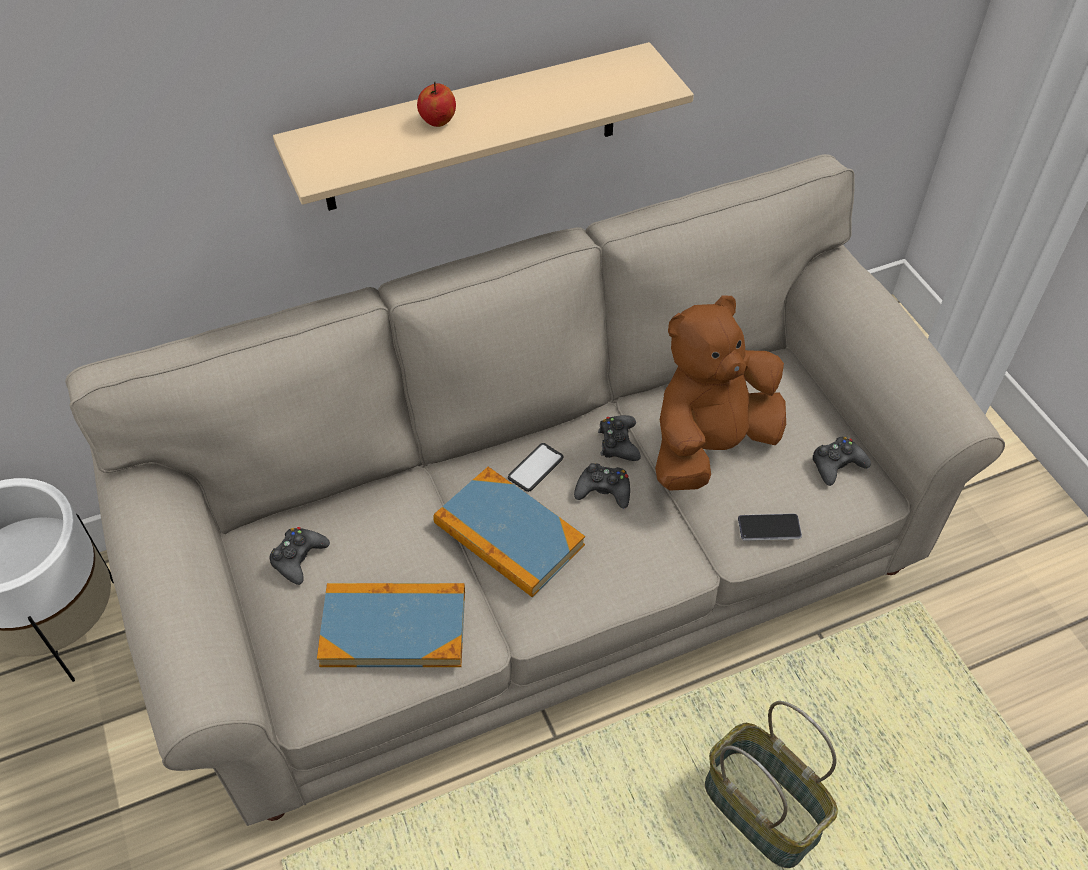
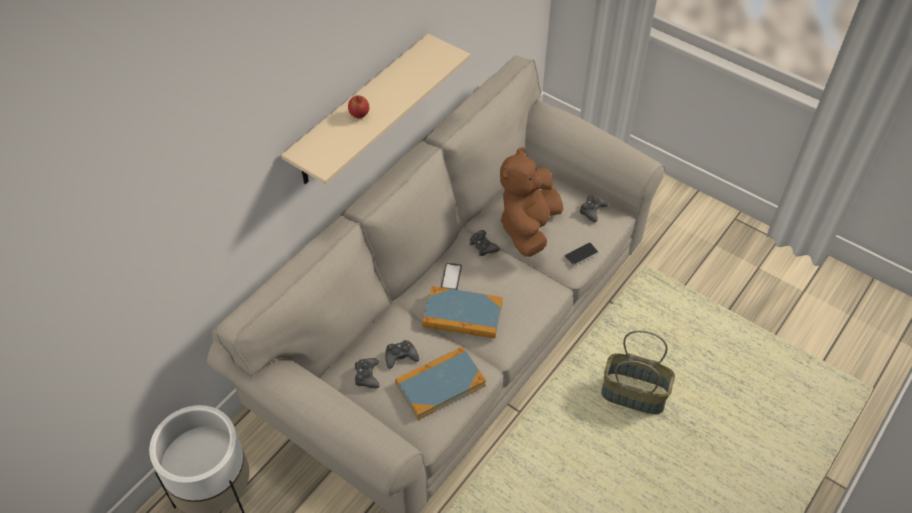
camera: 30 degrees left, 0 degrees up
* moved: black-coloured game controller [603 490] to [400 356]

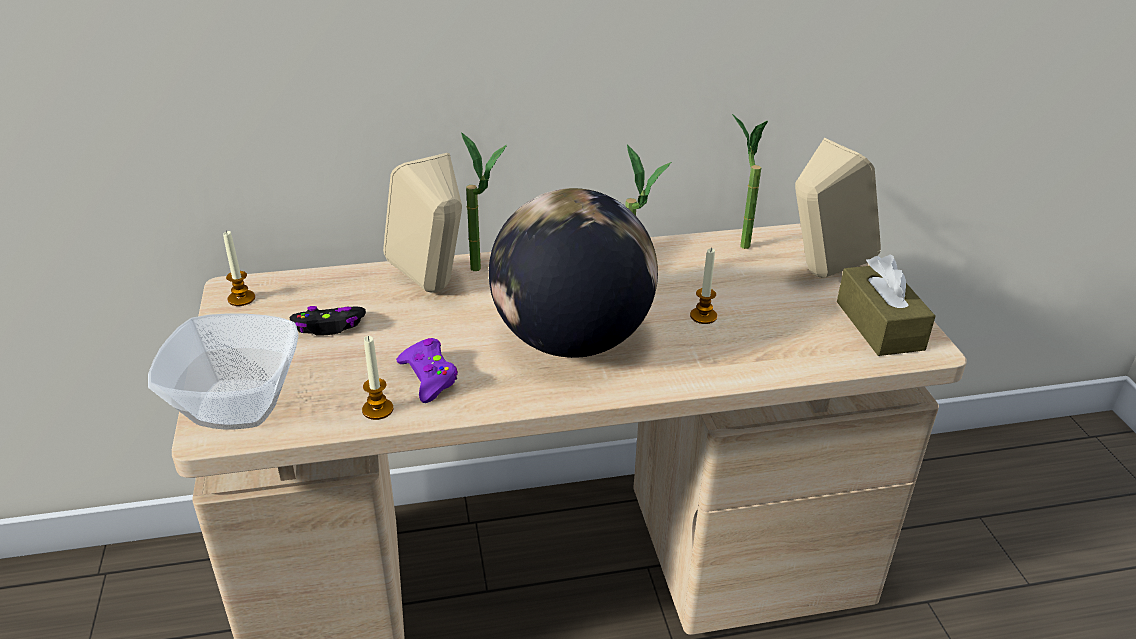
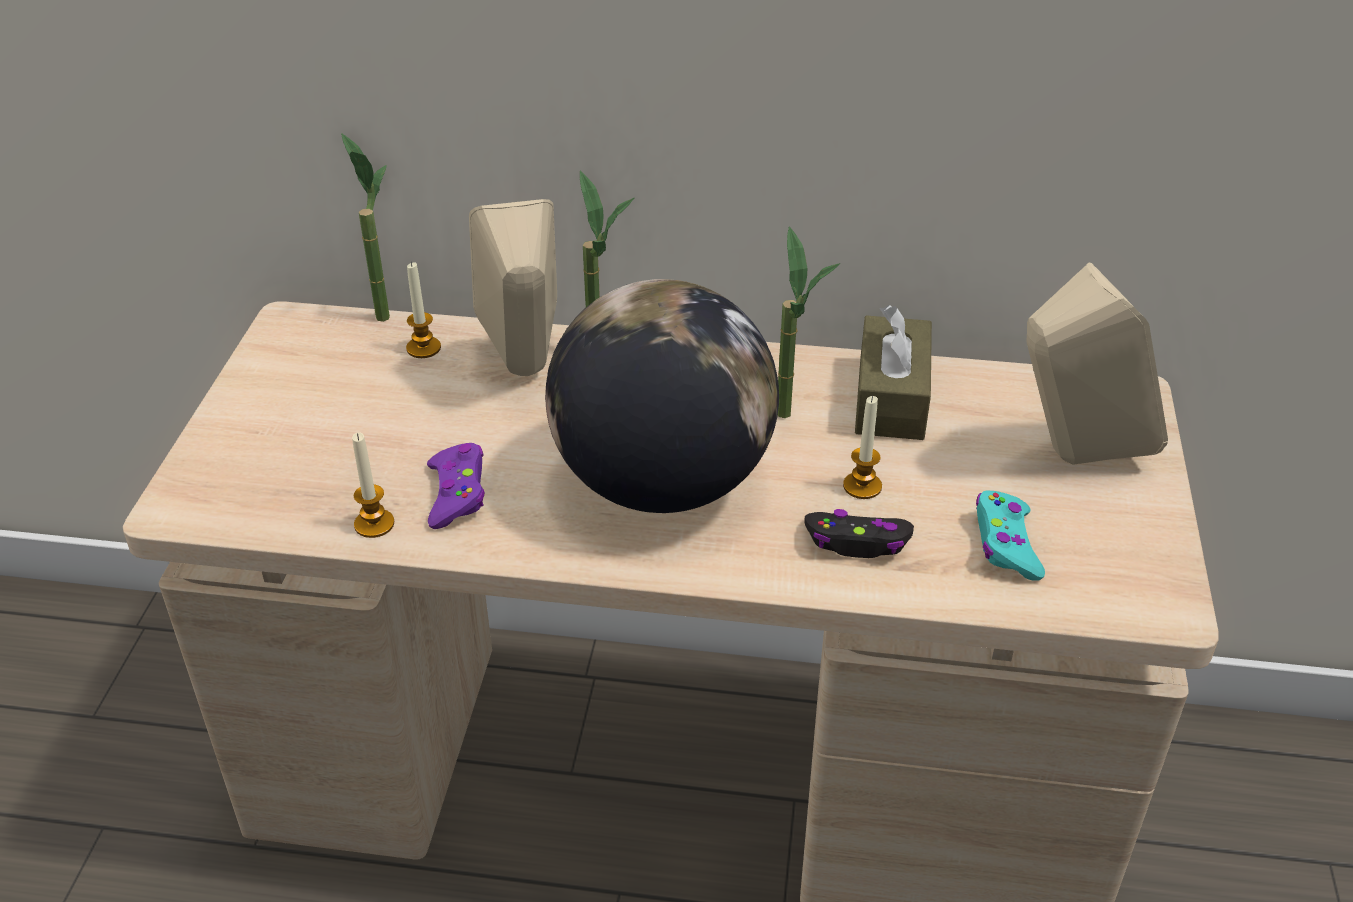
camera: 20 degrees right, 5 degrees up
* moved: houseplant [737 241] to [381 309]
* moved: wax light [241 298] to [423 348]
* moved: brown box of tissues [879 325] to [891 398]
* moved: black-coloured game controller [329 327] to [857 542]
* removed: serving bowl [235 406]
* added: turquoise game controller [1006 544]

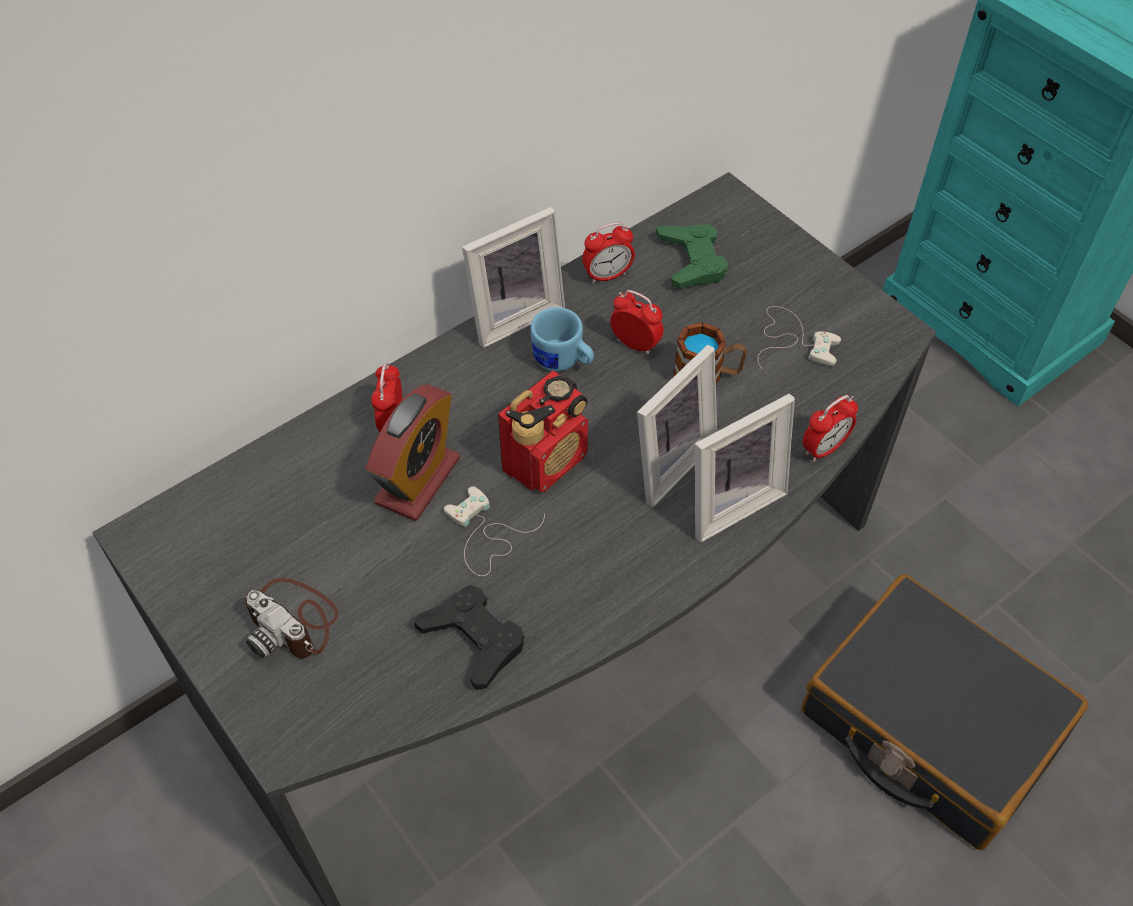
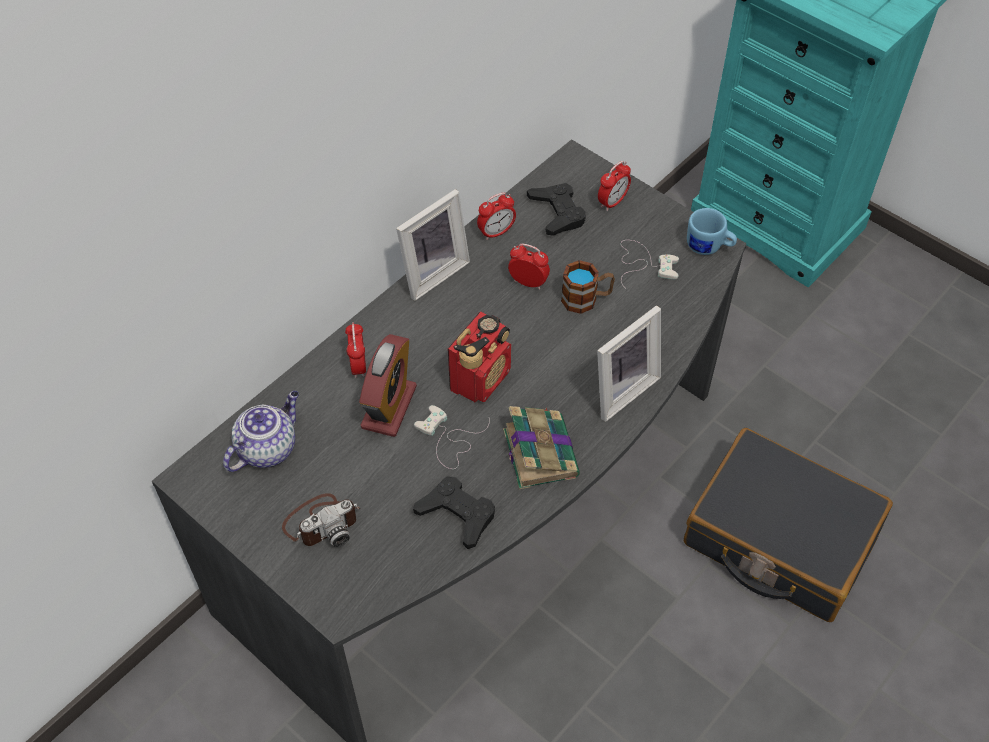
camera: 10 degrees left, 0 degrees up
* recoloured: greenish game controller [692 261] to black-coloured game controller [557 213]
* moved: blue coffee mug [563 361] to [709 247]
* removed: photo frame [666 461]
* moved: table clock [824 448] to [612 202]
* turned: photo camera [293 621] = [322 522] 60 degrees counterclockwise
* added: pot for tea [267 448]
* added: bound book [539 451]

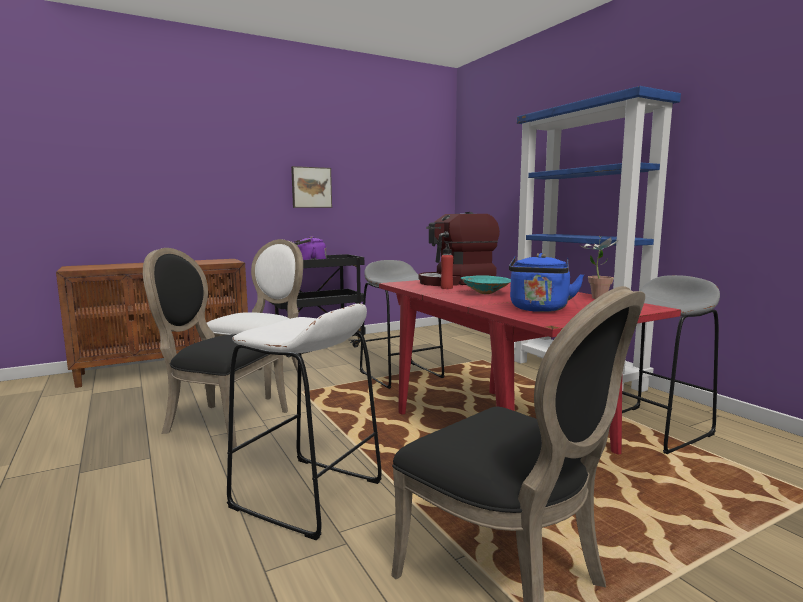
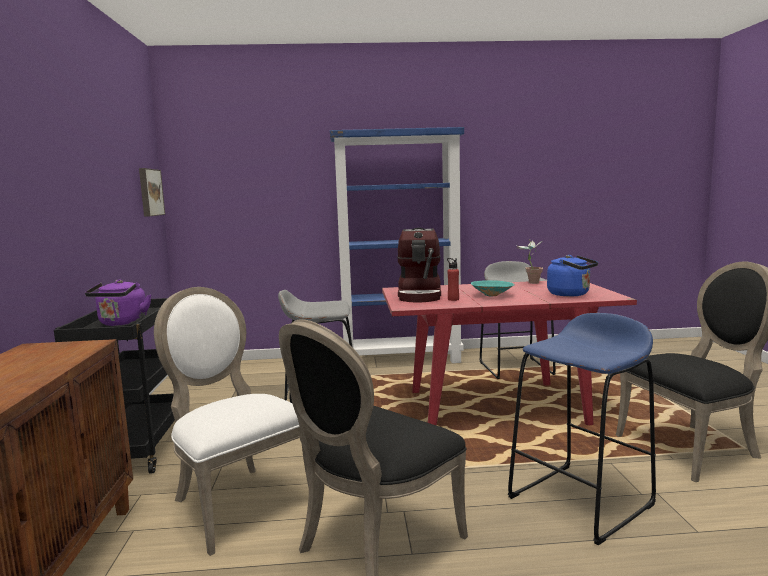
camera: 65 degrees left, 0 degrees up
* moved: picture [311 187] to [149 192]
* recoloured: whitish stool seat [307 495] to blue stool seat [581 501]

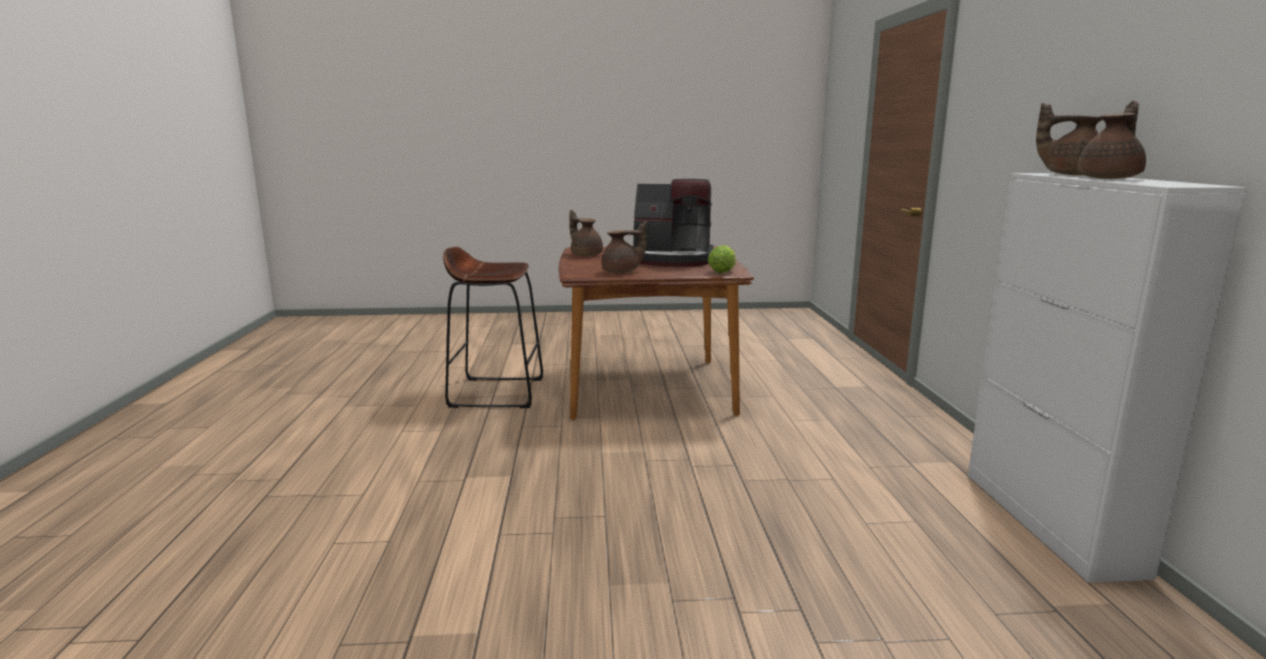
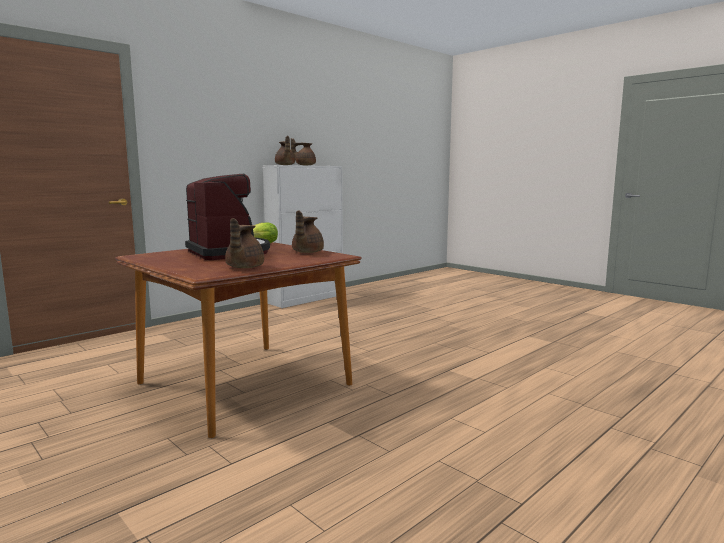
camera: 130 degrees left, 5 degrees down
* turned: brown pot for tea [622 271] = [306 252] 105 degrees counterclockwise
* removed: brown stool seat [497 392]

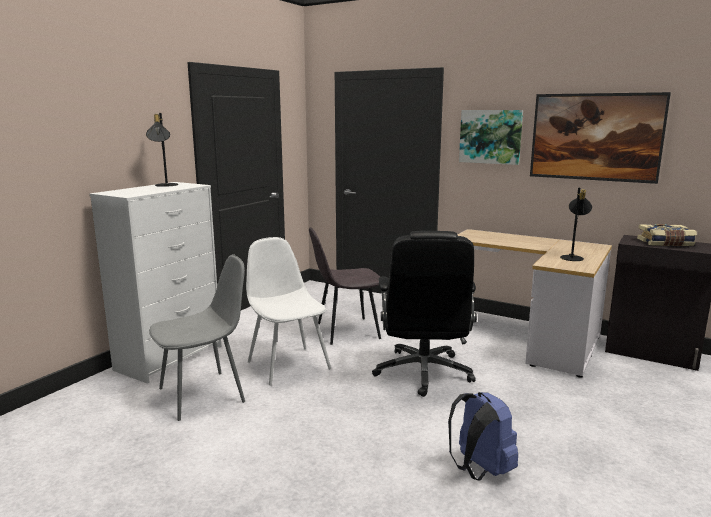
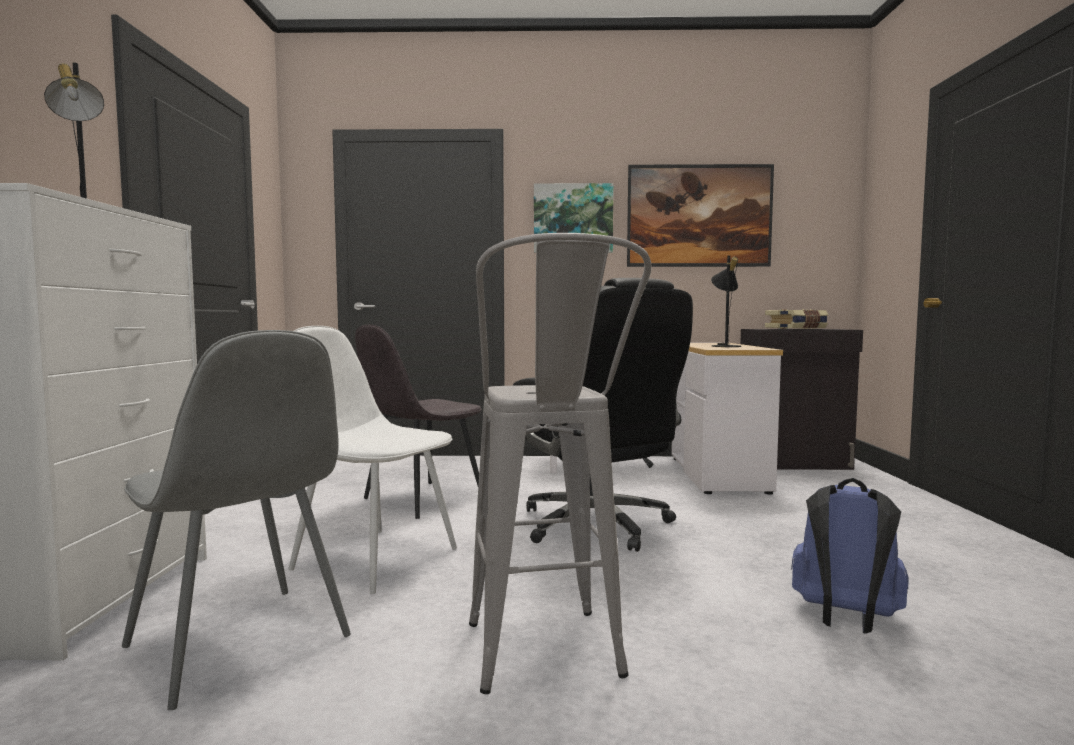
camera: 30 degrees left, 10 degrees down
* turned: grey chair [204 394] = [240 644] 105 degrees clockwise
* added: grey stool seat [548 665]

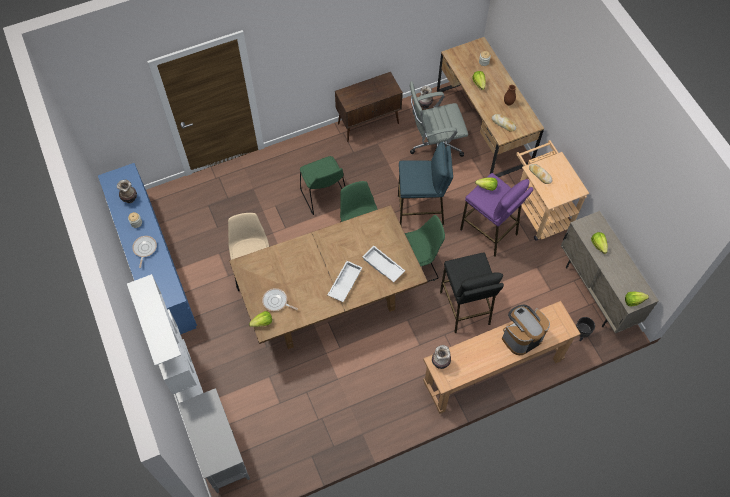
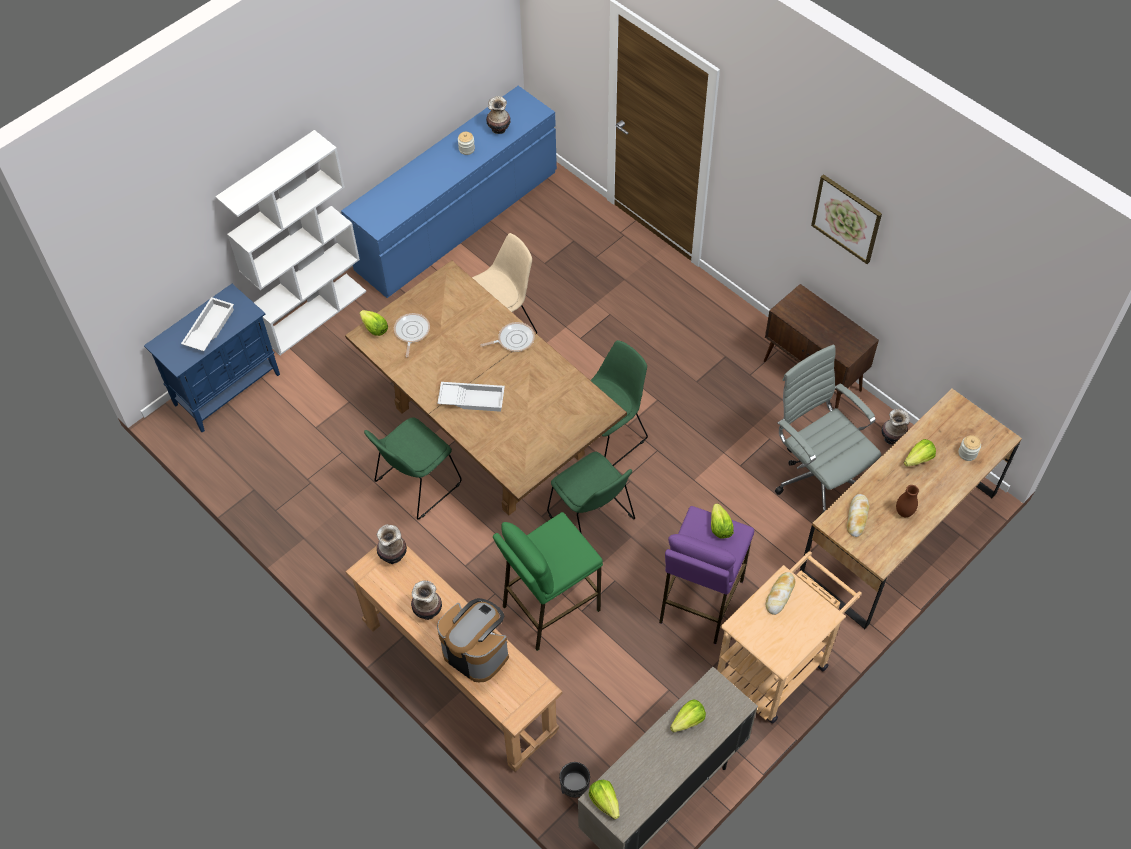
camera: 70 degrees right, 5 degrees down
* removed: blue stool seat [421 210]
* moved: greenish chair [324 196] to [416 484]
* moved: skillet [144 249] to [513 339]
* moved: whitish carrying tray [382 266] to [209 328]
* recoloured: black-coloured stool seat [465 308] to greenish stool seat [550 607]
* recoloured: grey cabinet [221 452] to blue cabinet [228 388]
* added: picture [846 218]
* added: vase [427 611]

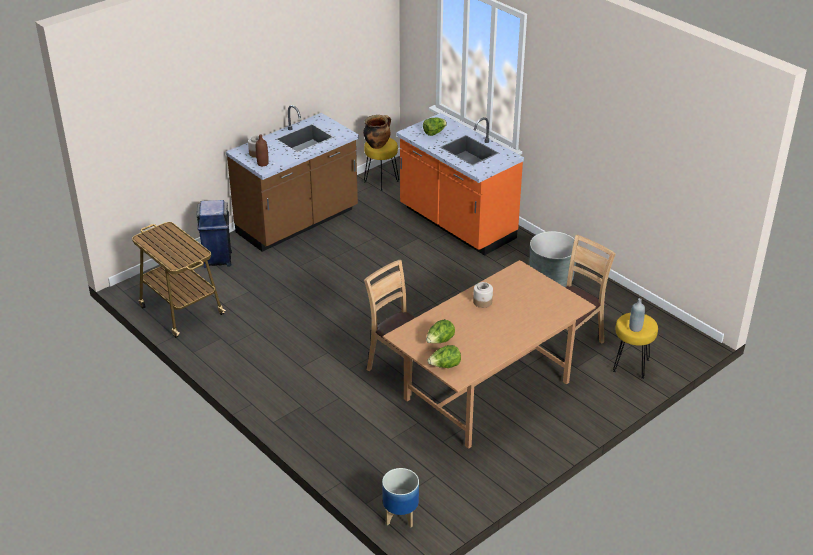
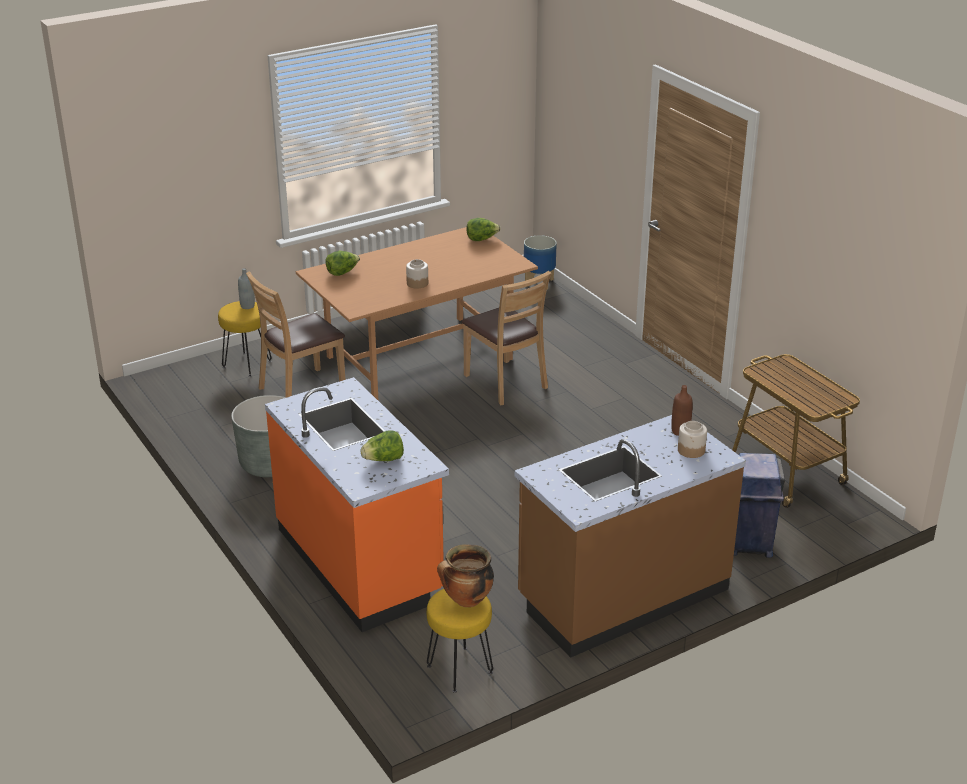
camera: 170 degrees left, 5 degrees down
* moved: lettuce [440 341] to [342 272]

